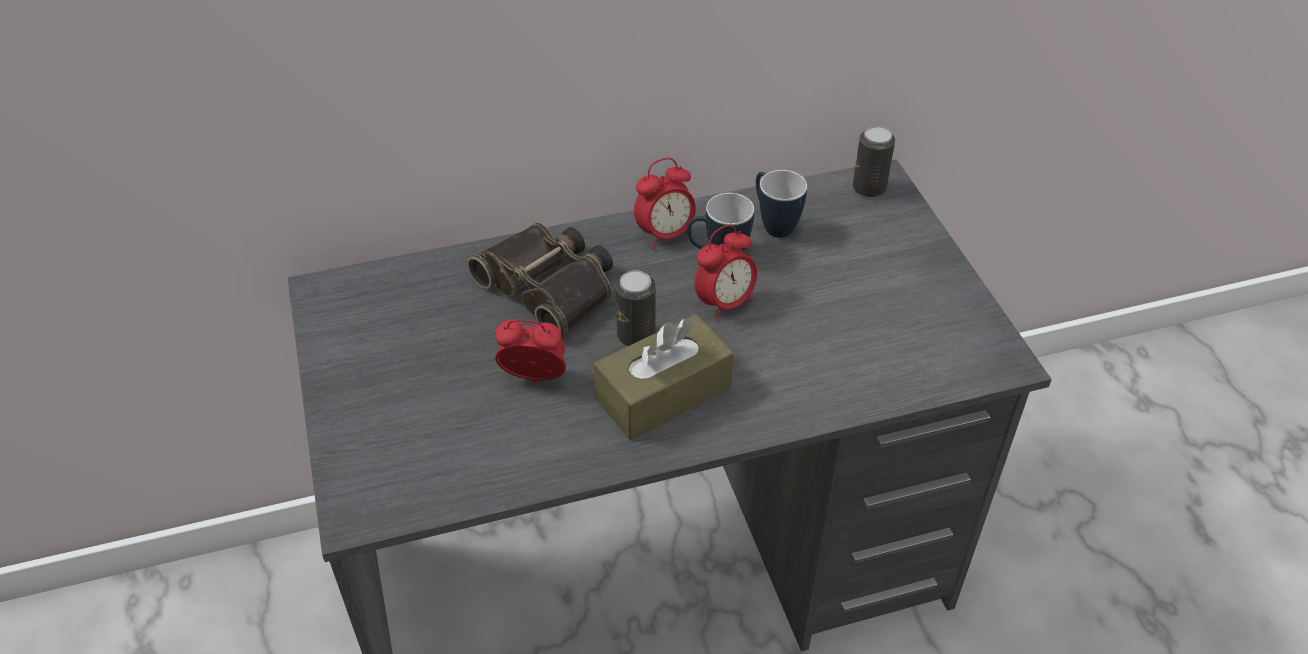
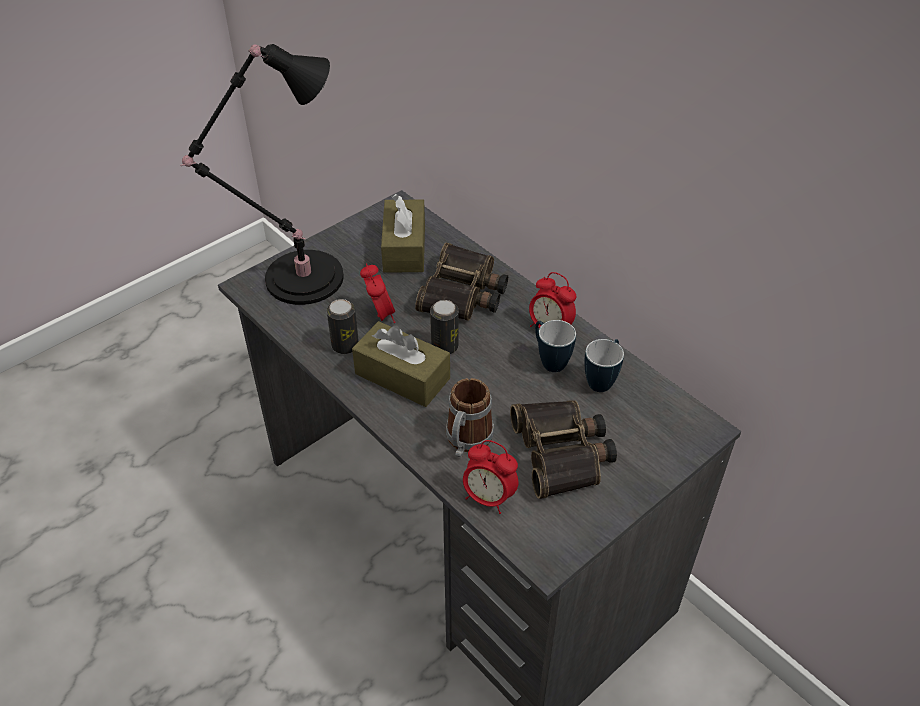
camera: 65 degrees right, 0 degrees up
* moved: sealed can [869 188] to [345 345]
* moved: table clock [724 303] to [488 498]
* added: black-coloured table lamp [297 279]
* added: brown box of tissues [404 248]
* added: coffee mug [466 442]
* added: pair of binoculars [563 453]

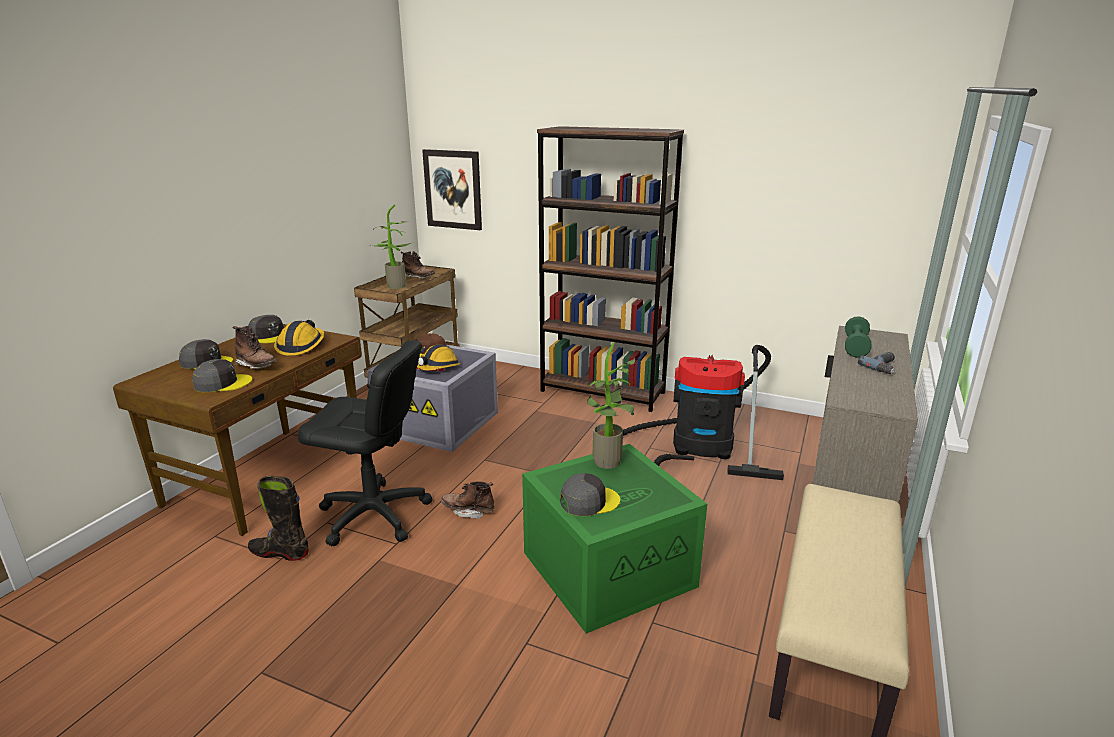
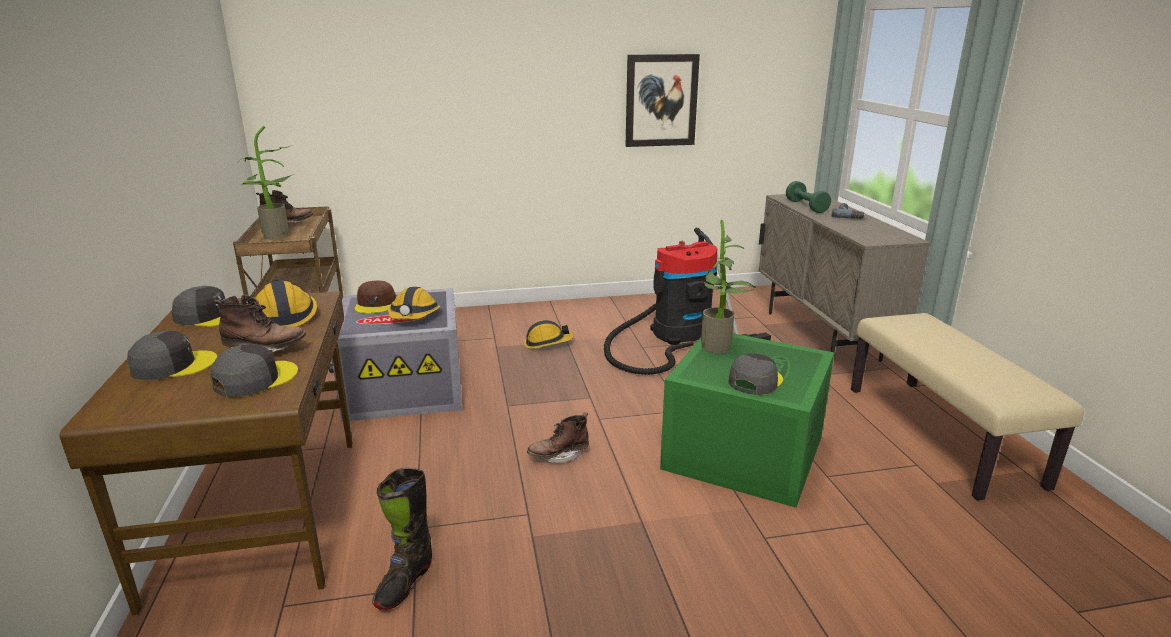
camera: 35 degrees left, 0 degrees up
* removed: brown bookshelf [603 392]
* moved: picture [453 189] to [661 100]
* removed: black-coloured desk chair [374 515]
* turned: black-coloured high-top boot [280 553] = [404 582] 45 degrees counterclockwise
* added: safety helmet [547 343]

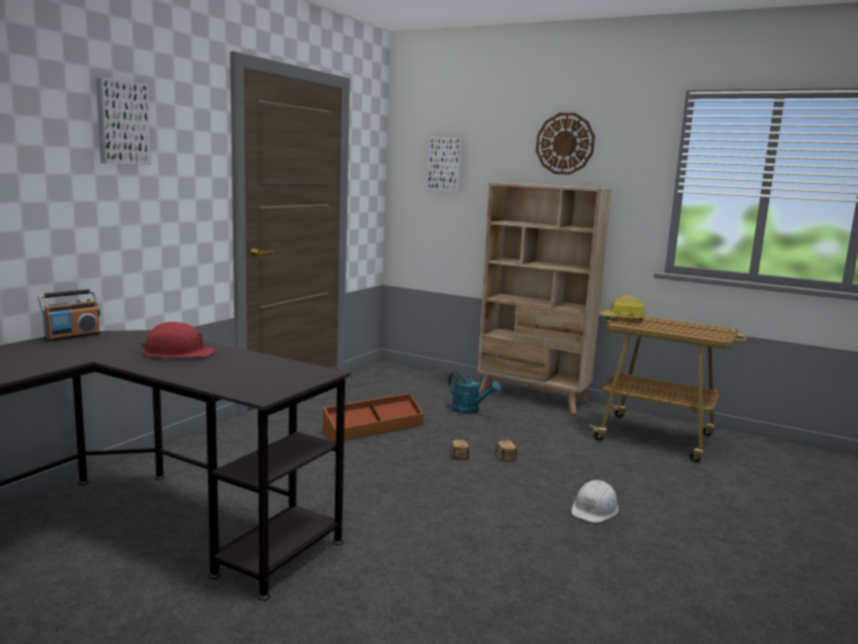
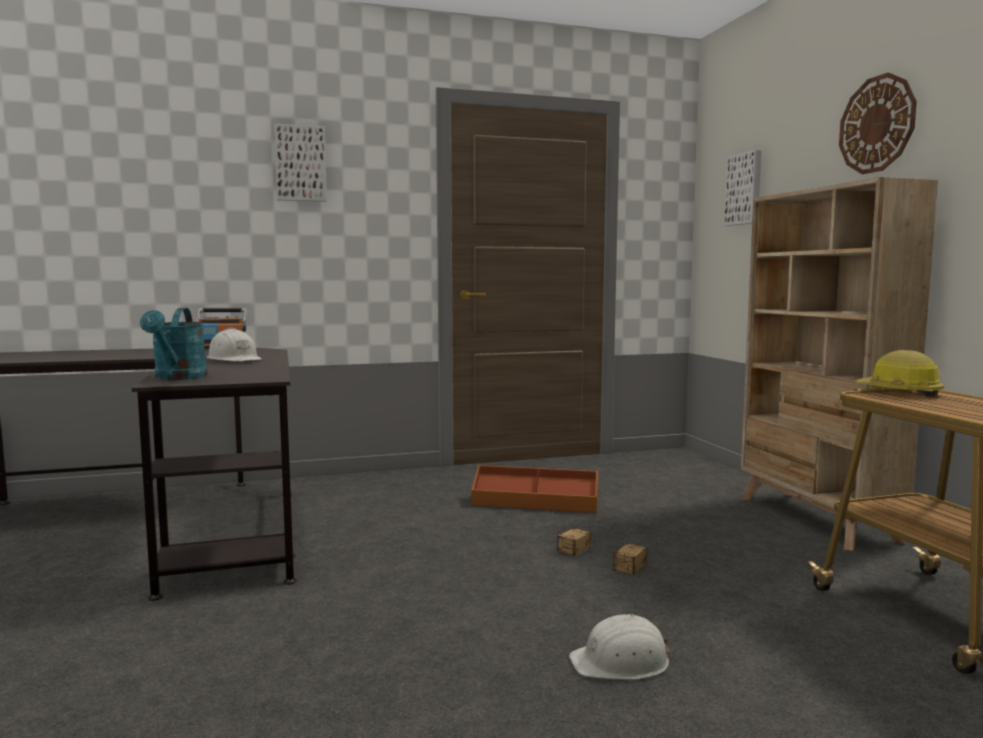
camera: 45 degrees right, 5 degrees down
* recoloured: red safety helmet [177 353] to whitish safety helmet [234 359]
* moved: turquoise watering can [470 410] to [178 378]

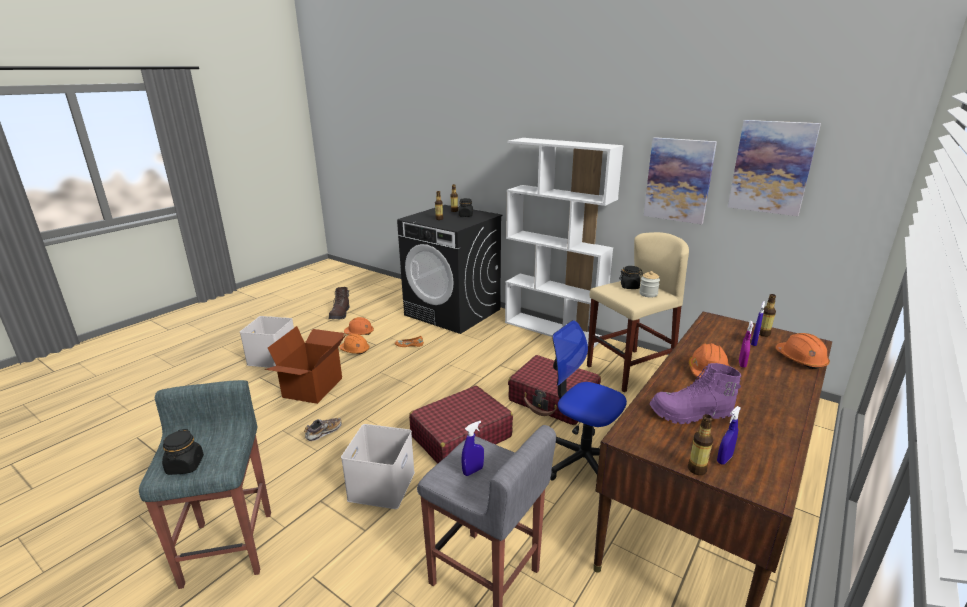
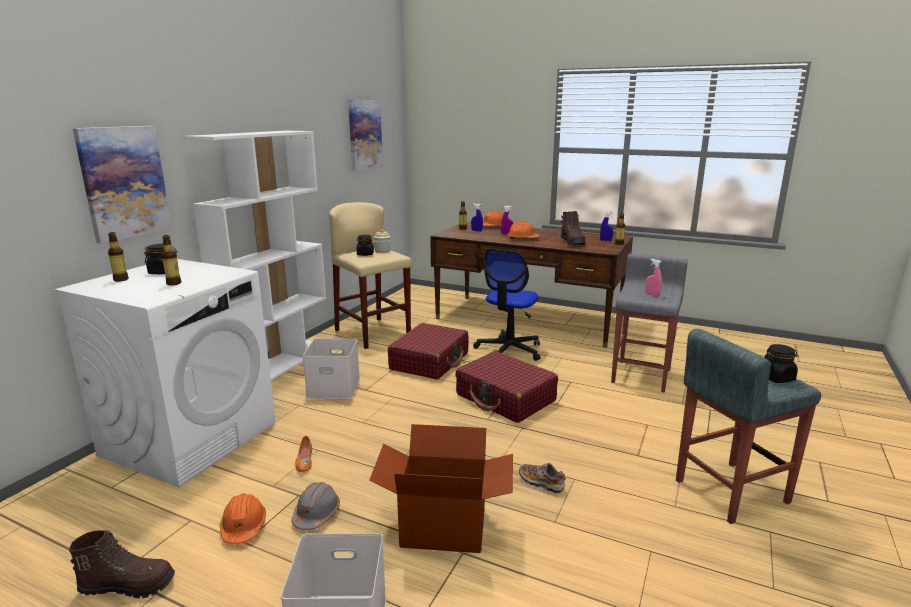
camera: 100 degrees left, 5 degrees down
* moved: picture [678 180] to [124 182]
* recoloured: black-coloured laundry appliance [453 312] to whitish laundry appliance [191 438]
* recoloured: orangey safety helmet [355 350] to grey safety helmet [316 514]
* recoloured: purple high-top boot [691 414] to brown high-top boot [572 242]
* recoloured: blue hand sprayer [473 471] to pink-coloured hand sprayer [652 295]
* moved: whitish storage container [382 487] to [335 387]

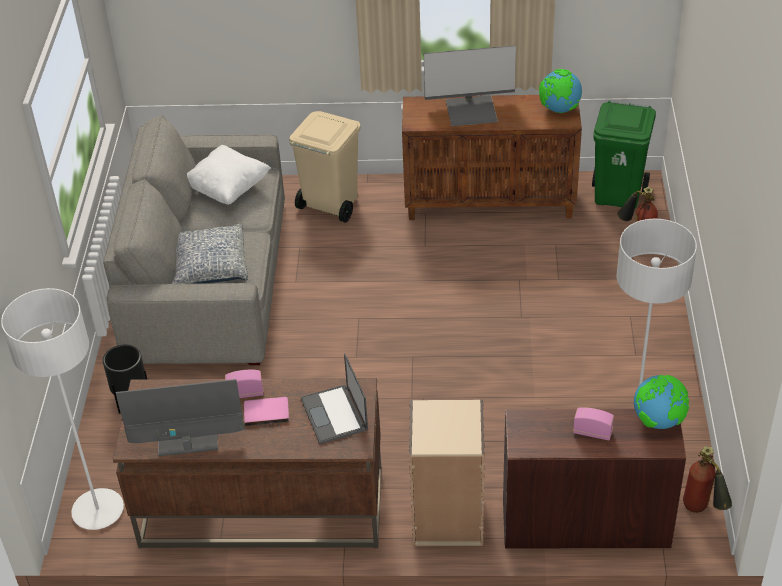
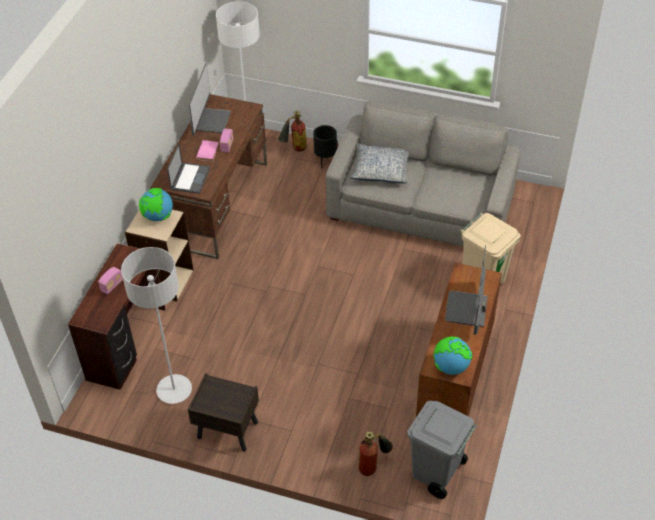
camera: 105 degrees right, 5 degrees up
* recoloured: greenish waste bin [618 196] to grey waste bin [436 473]
* removed: whitish throw pillow [227 189]
* turned: notebook computer [335 415] = [190 178] 105 degrees clockwise
* moved: globe [659 421] to [158 217]
* moved: extinguisher [703 511] to [294 149]
* added: brown night table [227 430]

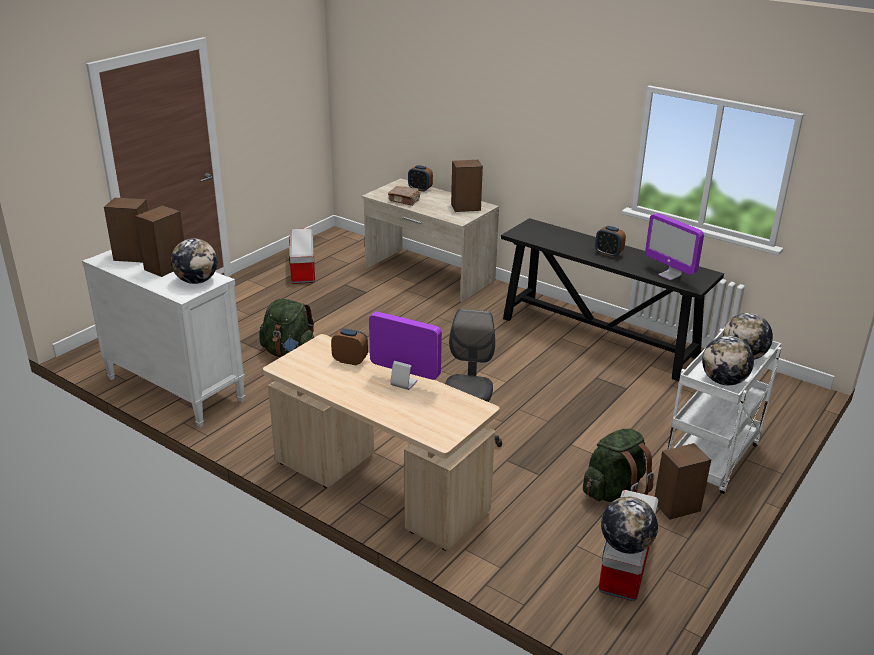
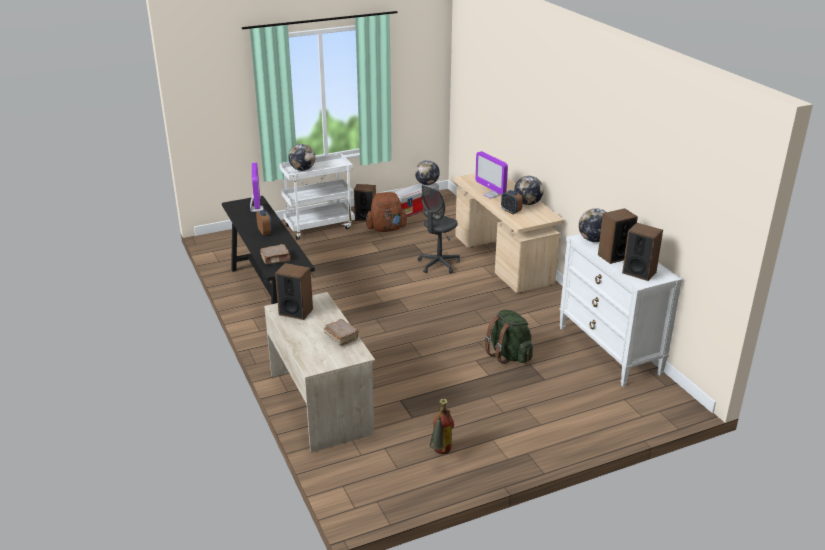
camera: 150 degrees left, 0 degrees up
* removed: table clock [420 189]
* replaced: storage container [303 270] to extinguisher [440 454]
* moved: globe [723 381] to [527 203]
* recoloured: greenish knapsack [614 492] to brown knapsack [386 229]
* added: brown bound book [276 259]

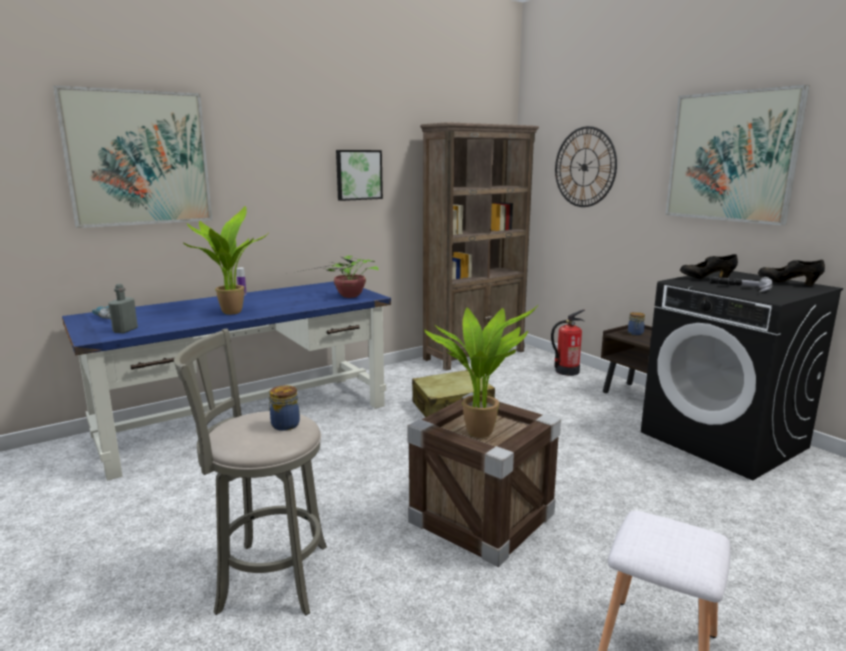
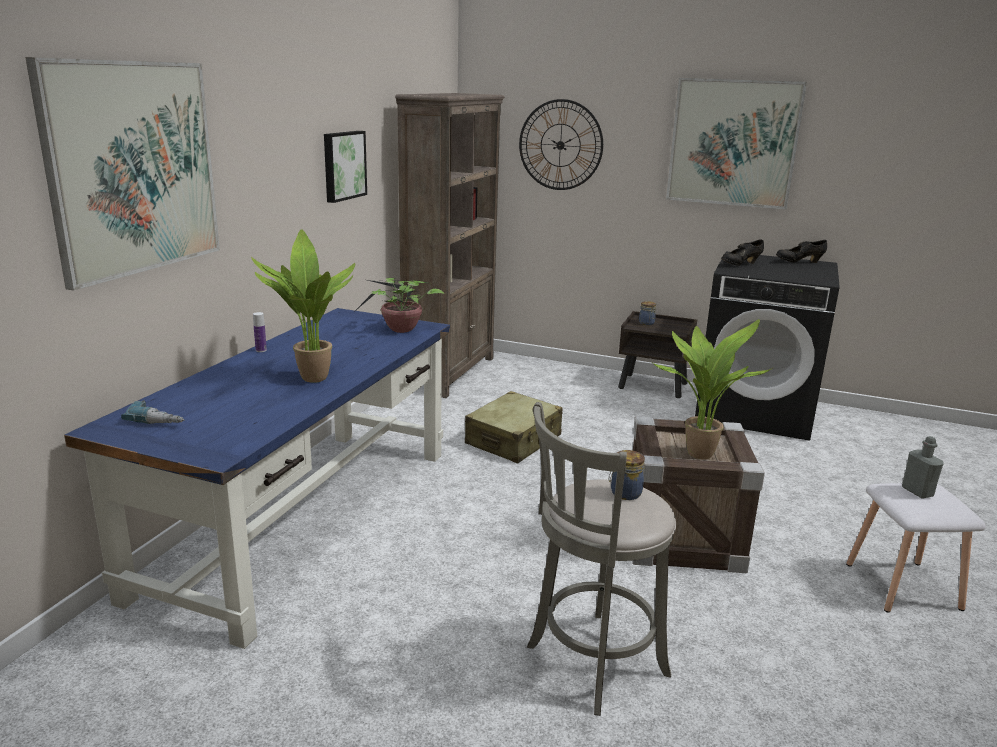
camera: 35 degrees left, 5 degrees up
* removed: tool hammer [739 288]
* moved: grey drink bottle [125 330] to [917 492]
* removed: extinguisher [566 371]

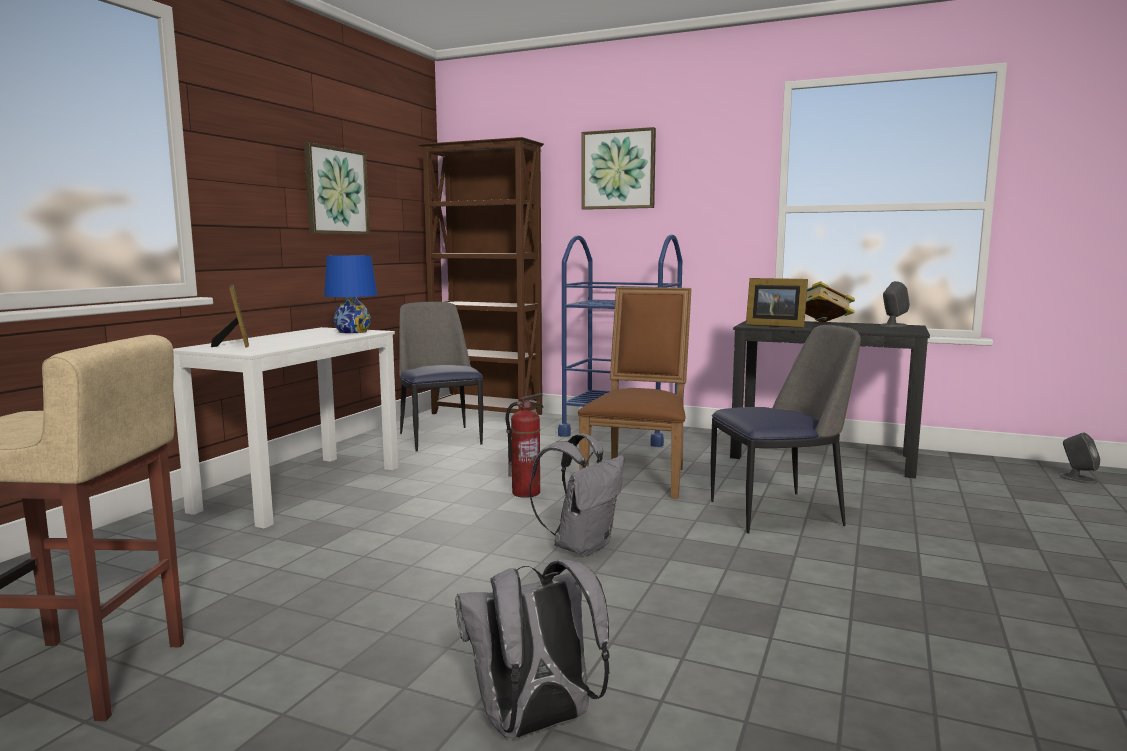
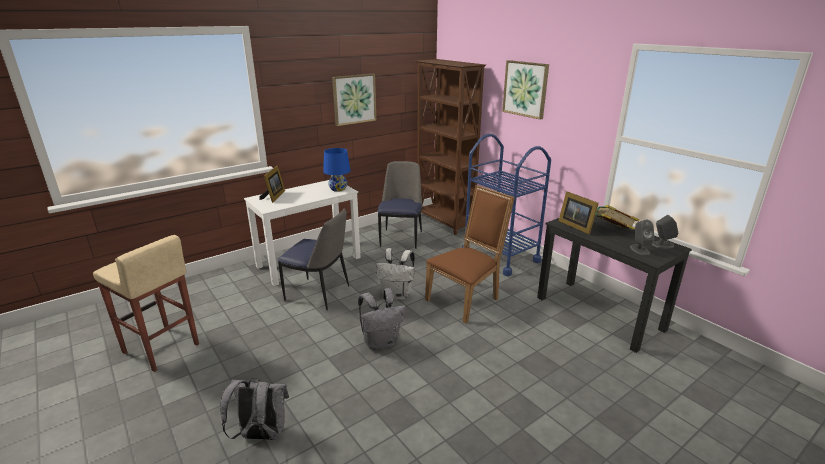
camera: 30 degrees right, 15 degrees up
* moved: chair [779 512] to [319 294]
* replaced: extinguisher [526 492] to whitish knapsack [397 294]
* moved: grey audio speaker [1077 479] to [639 250]

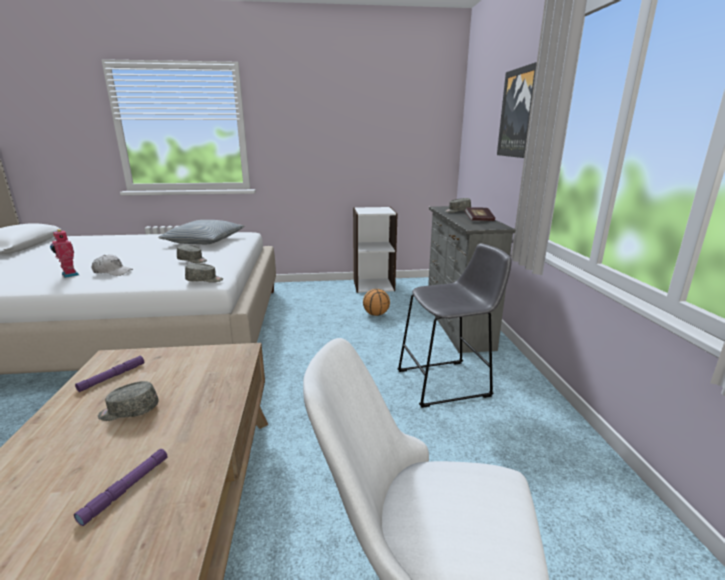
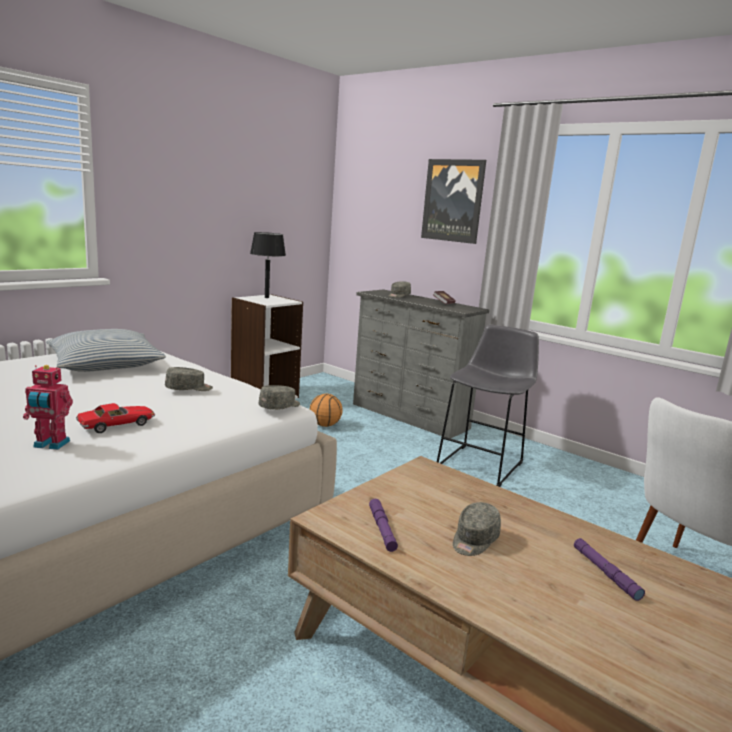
camera: 45 degrees left, 5 degrees down
* replaced: whitish cap [113 272] to model car [117 425]
* added: black-coloured table lamp [266 297]

